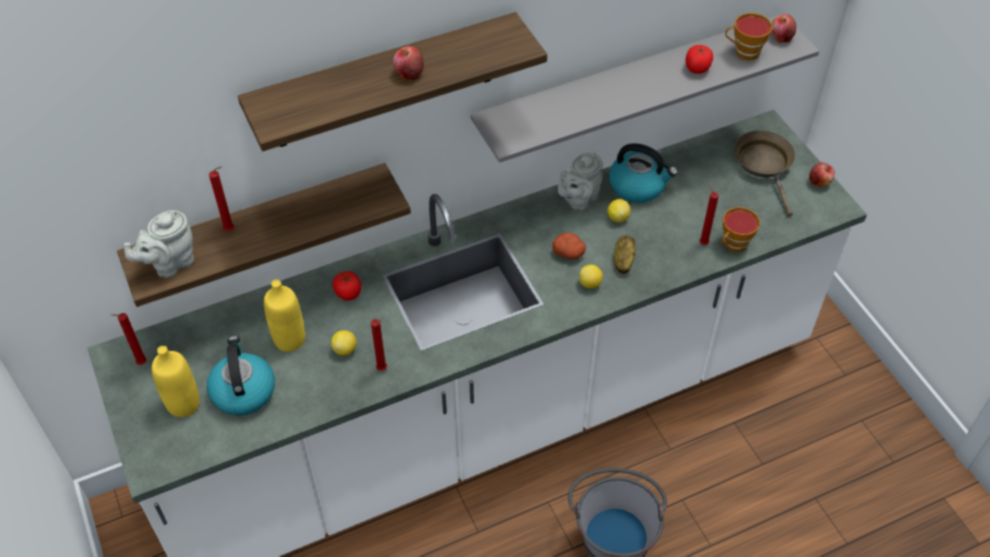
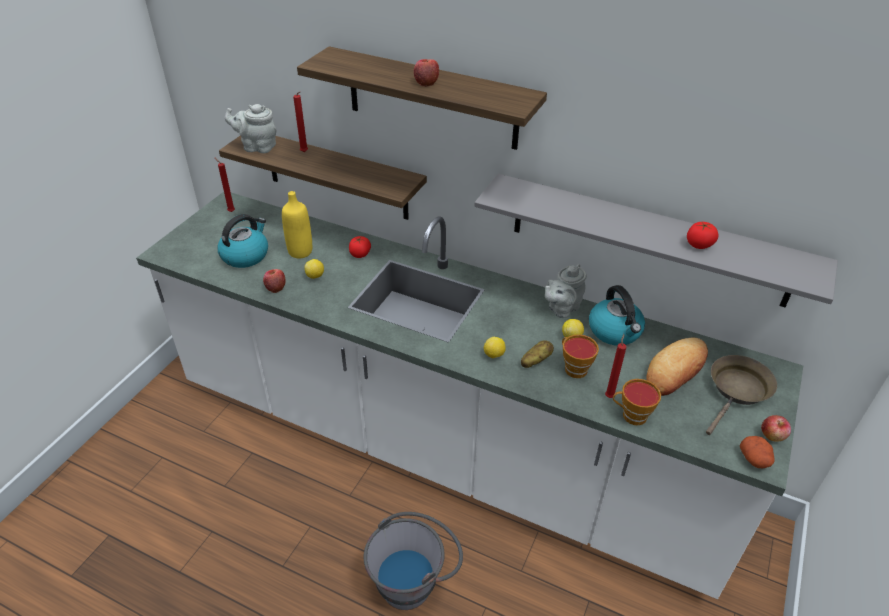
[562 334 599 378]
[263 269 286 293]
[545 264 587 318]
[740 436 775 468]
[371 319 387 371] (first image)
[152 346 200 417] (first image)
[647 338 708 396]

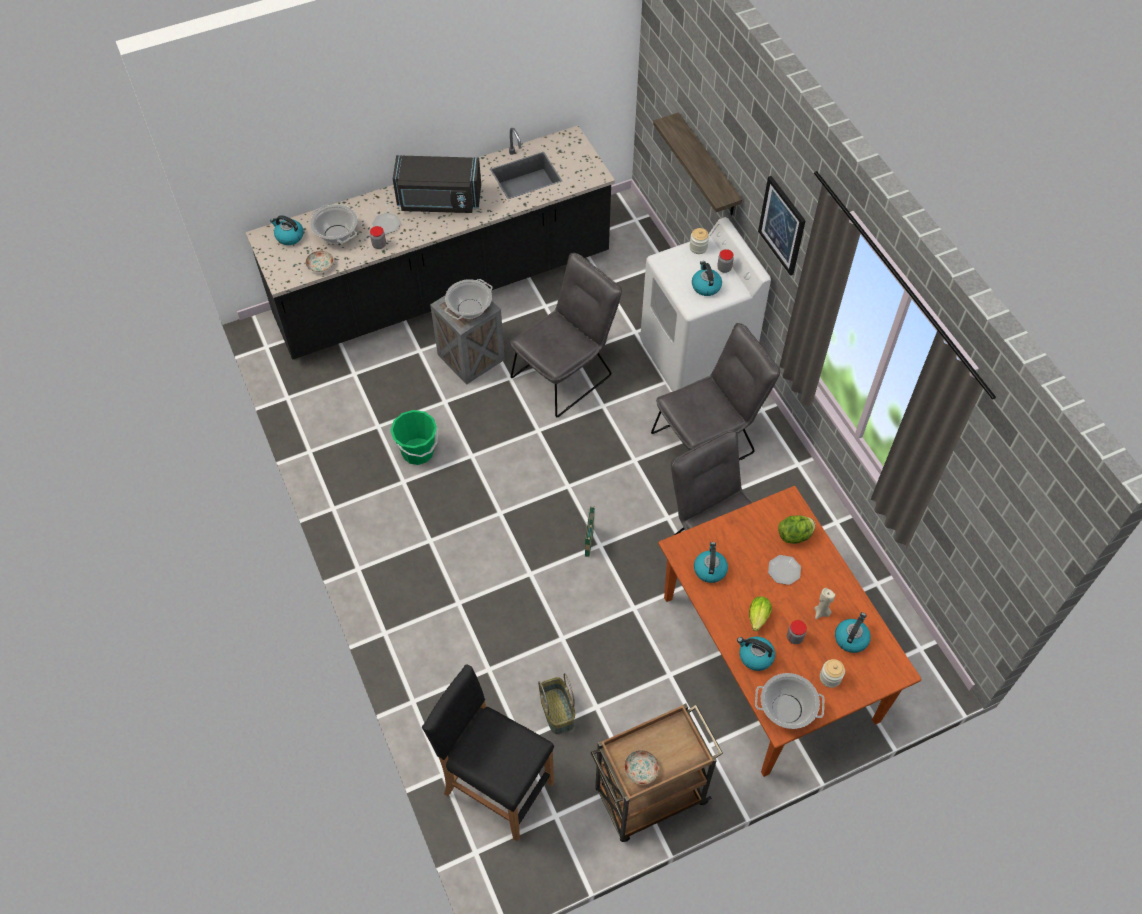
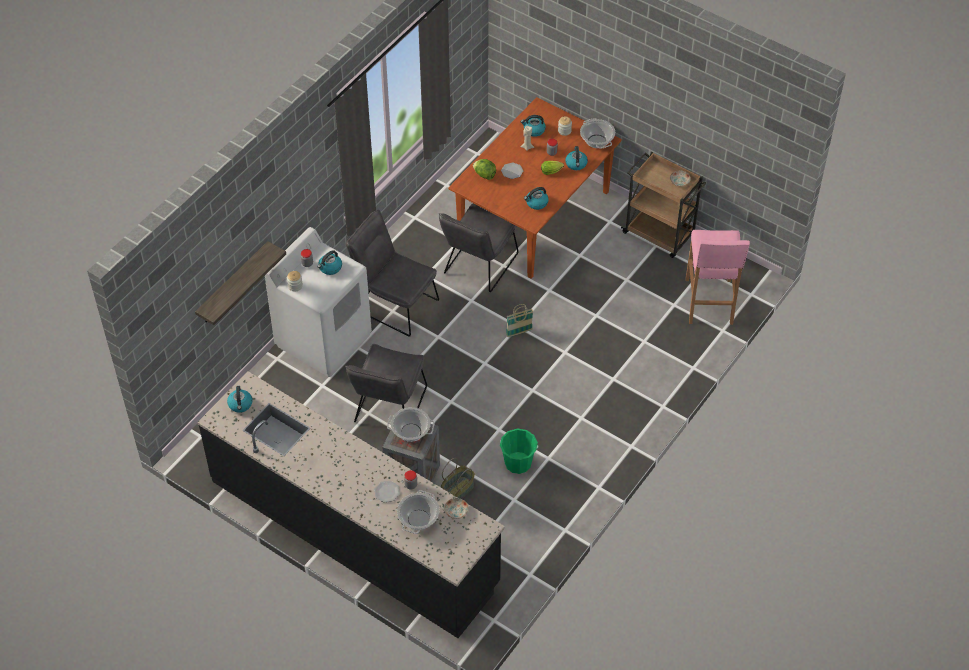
[393 155 481 213] (first image)
[758 176 806 276] (first image)
[227 386 253 413]
[345 344 427 422]
[685 230 750 325]
[441 458 475 499]

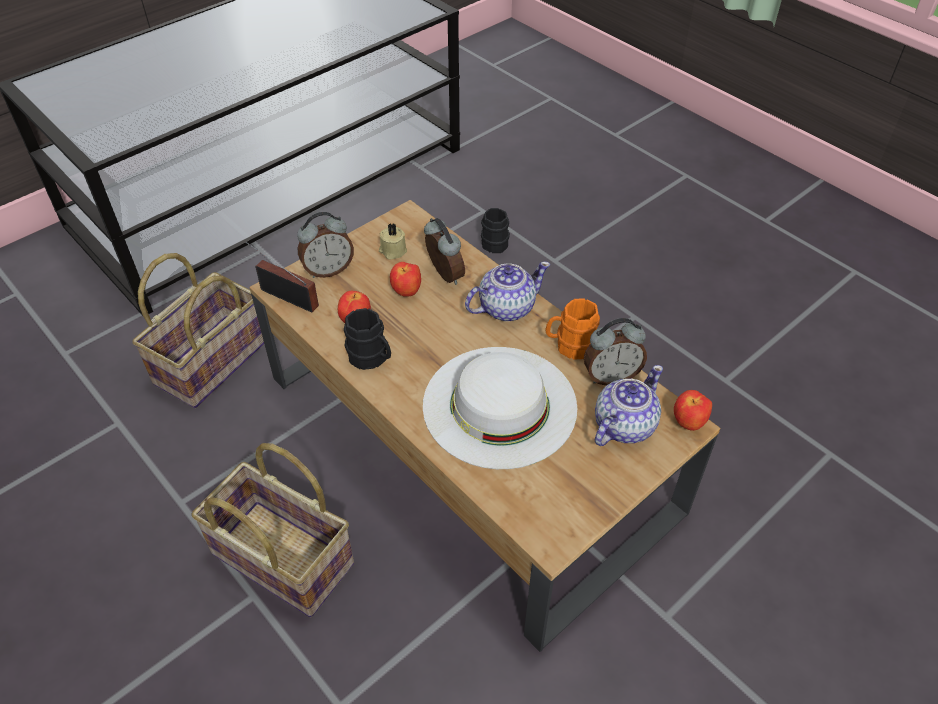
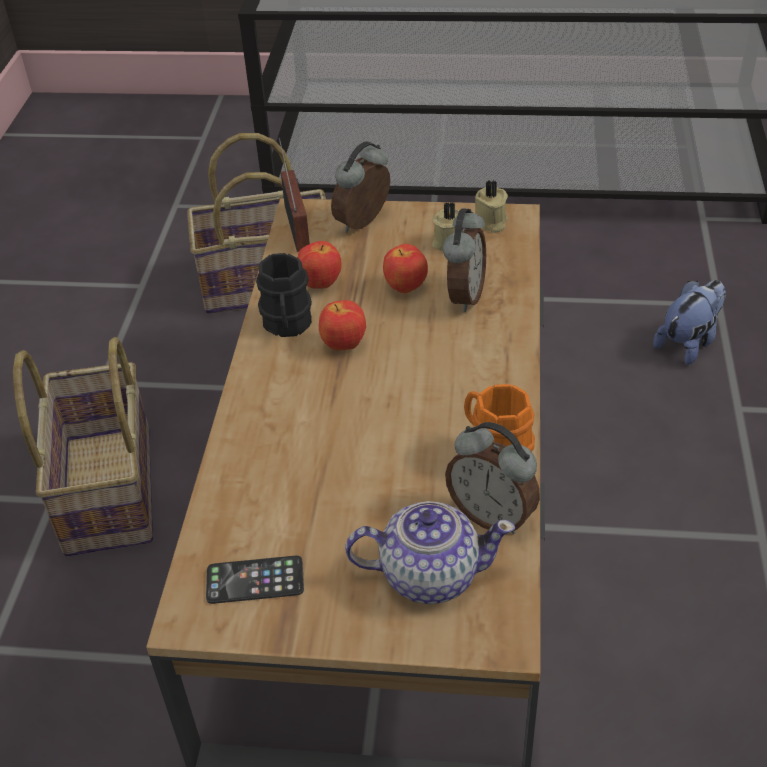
[653 280 726 365]
[331 141 390 233]
[465 261 550 321] (first image)
[423 347 577 469] (first image)
[319 300 366 351]
[475 180 508 233]
[206 556 304 604]

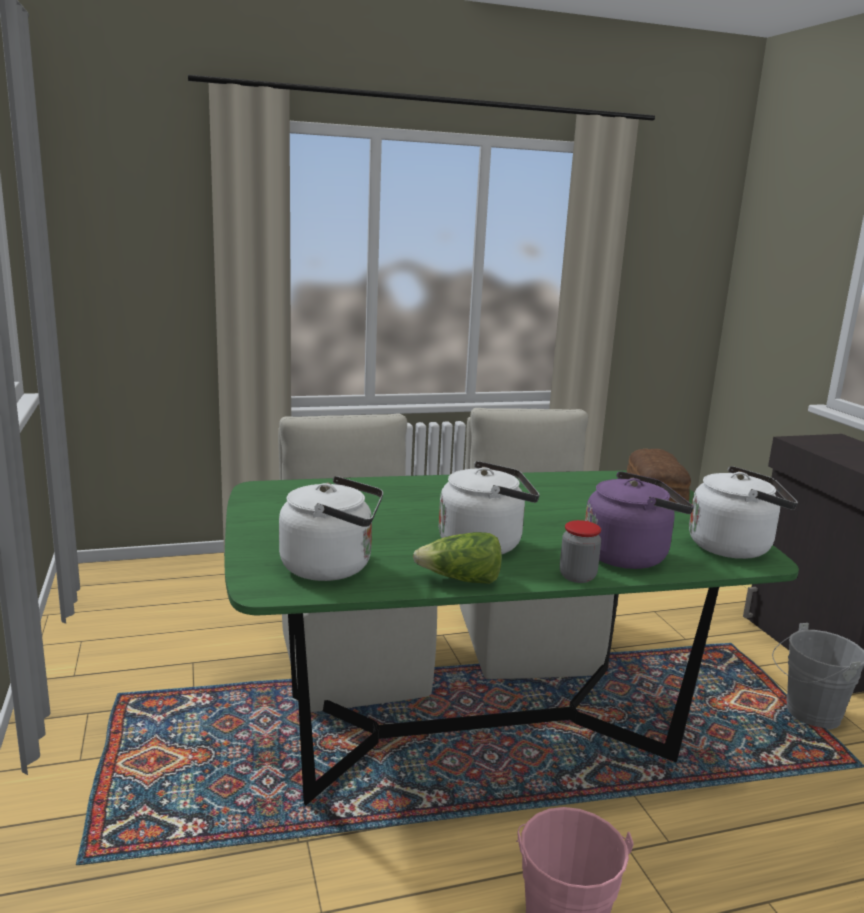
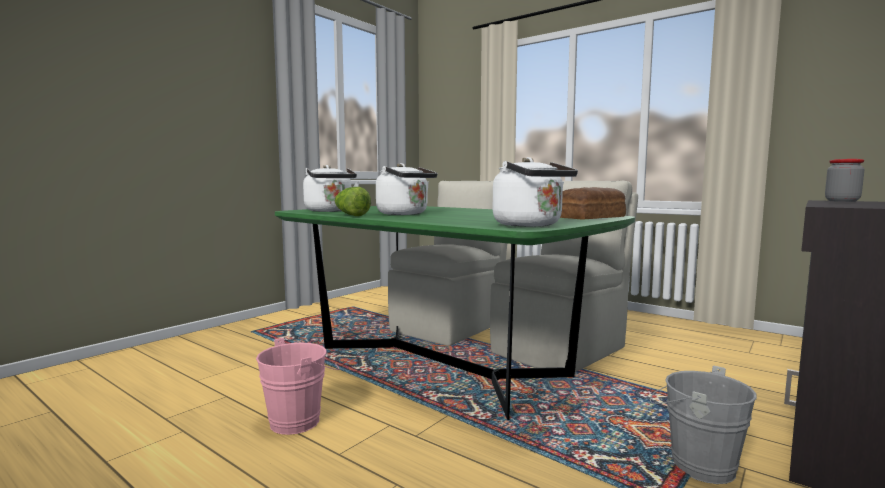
[585 471 694 569] (first image)
[825 159 865 202]

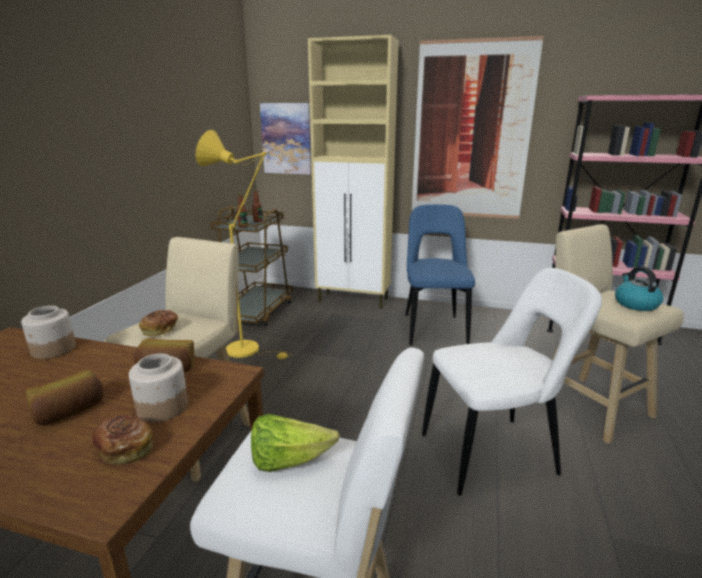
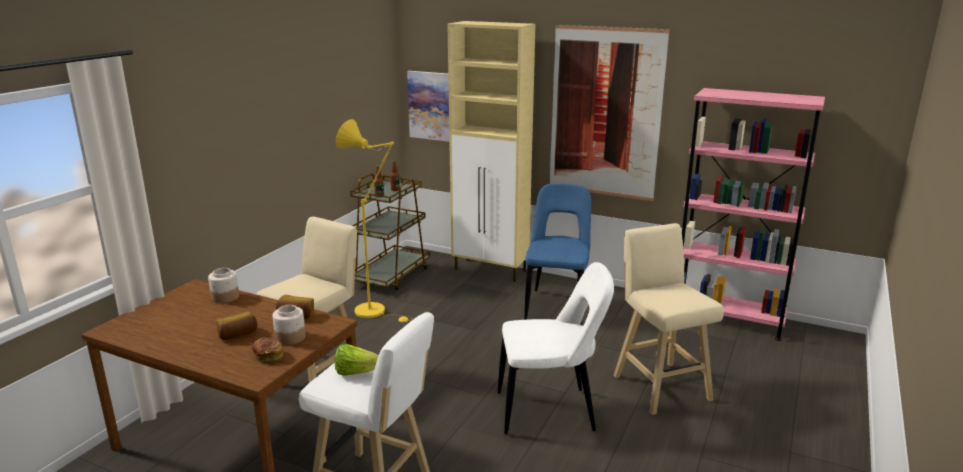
[615 267 663 311] (first image)
[139 310 178 336] (first image)

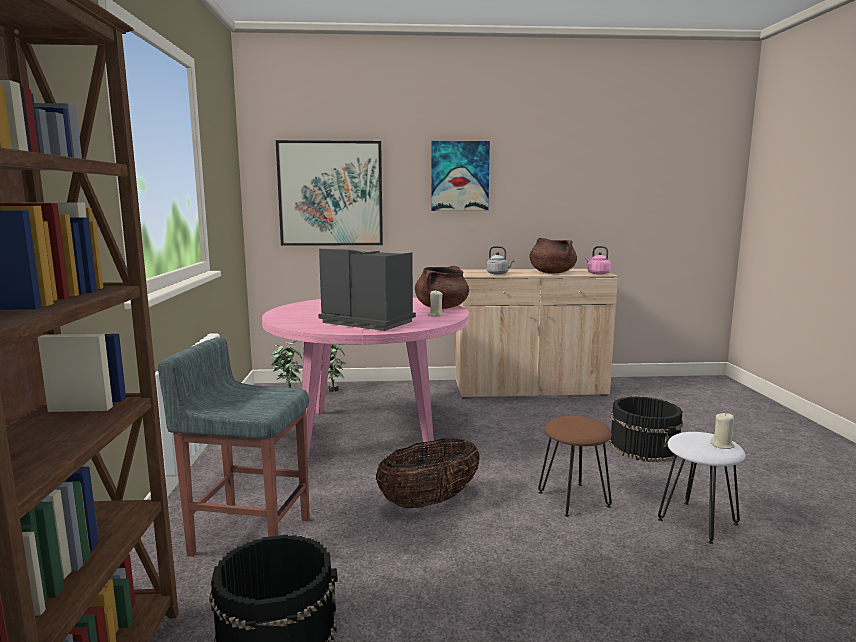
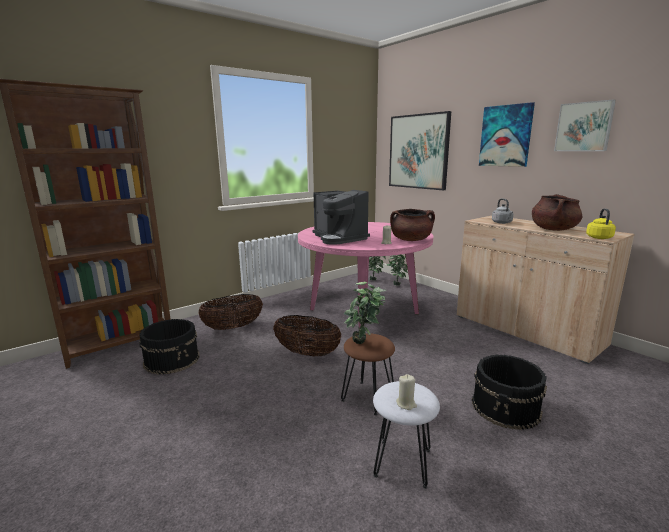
[586 208 616 239]
[313 190 370 245]
[198 294 263 330]
[554 99 616 151]
[344 282 387 344]

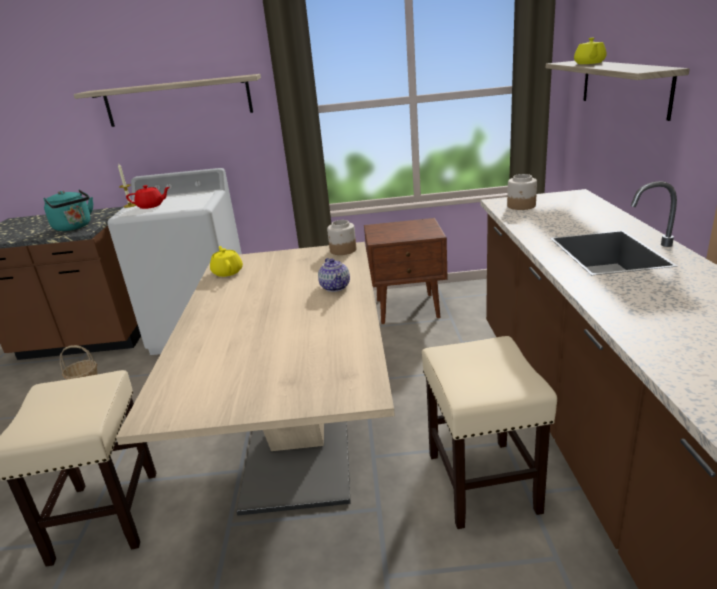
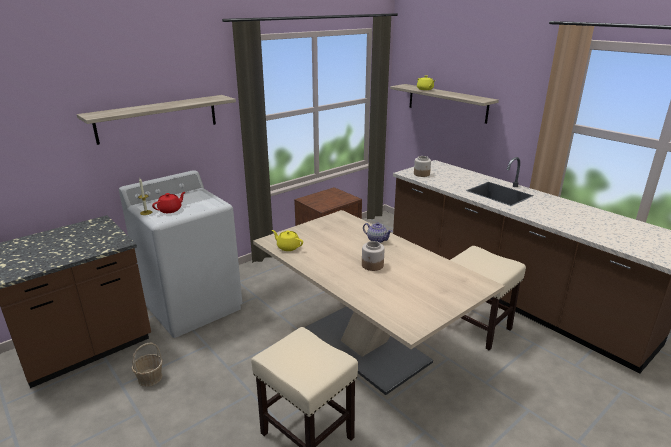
[43 189 93 231] (first image)
[362 241 385 271]

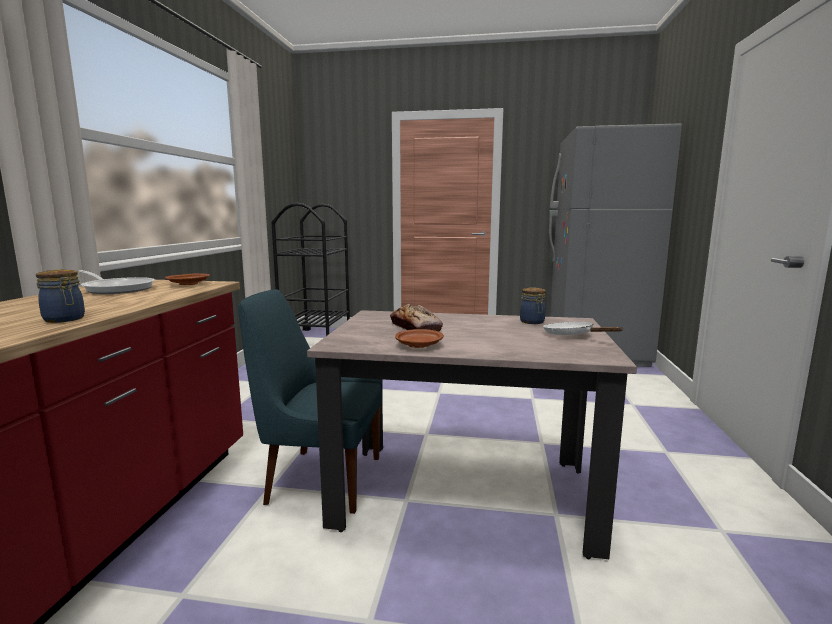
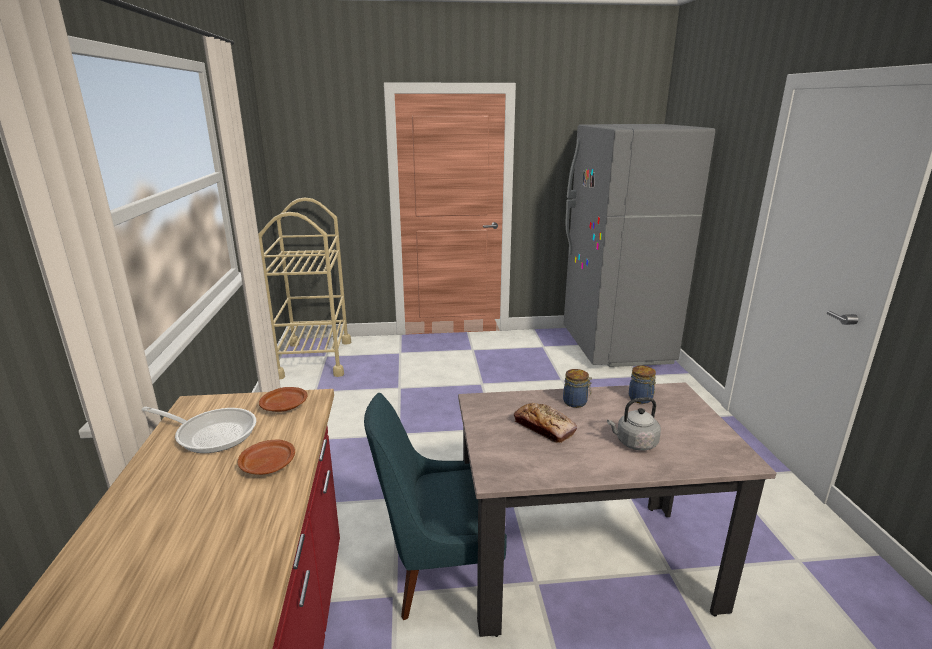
[258 198 351 380]
[563 369 592 408]
[543 322 623 335] (first image)
[238 439 295 475]
[607 397 661 451]

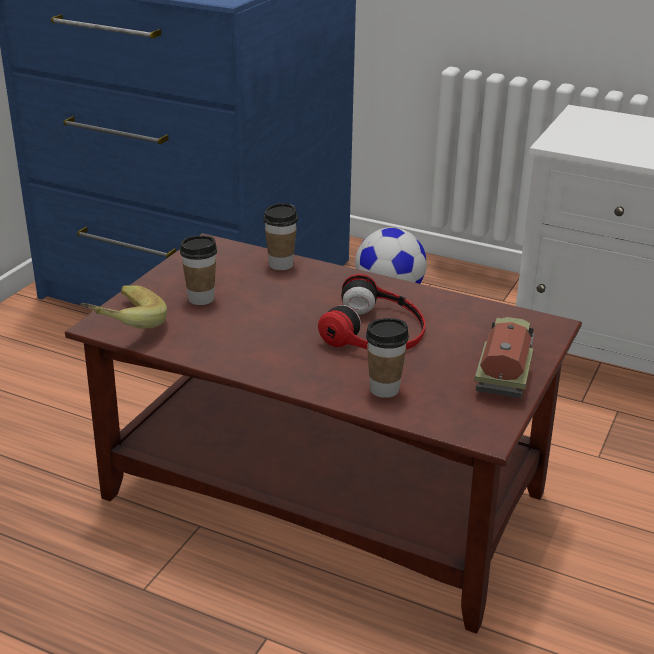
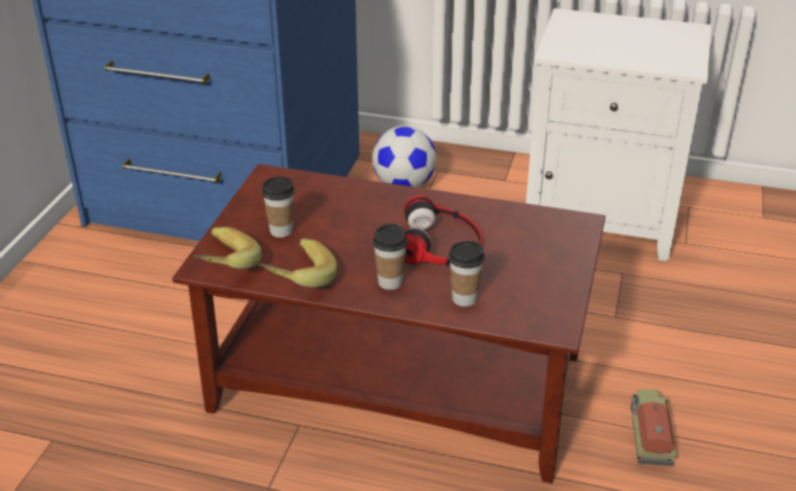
[373 224 408 290]
[631 389 677 466]
[258 239 337 288]

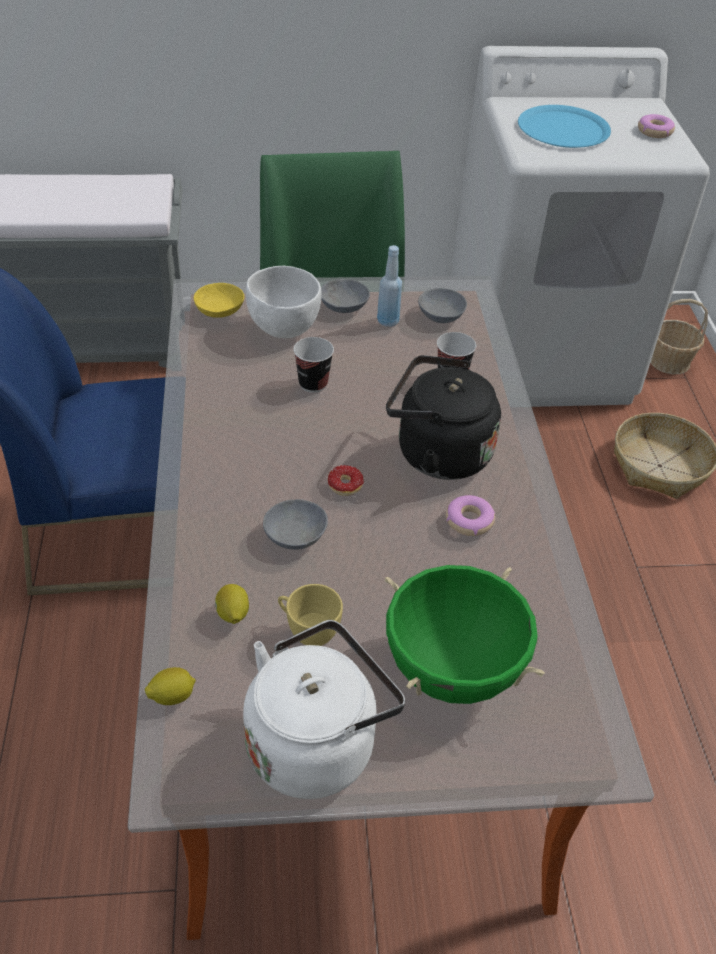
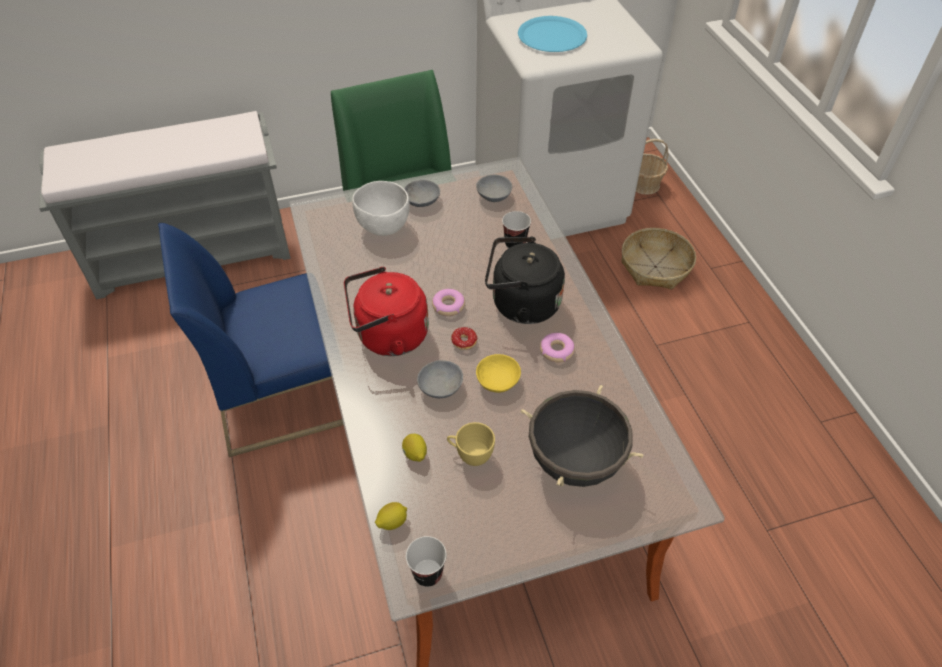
[432 289 465 316]
[377 245 402 327] (first image)
[476 354 521 393]
[406 536 447 587]
[521 385 643 487]
[243 620 405 799] (first image)
[344 267 429 356]

